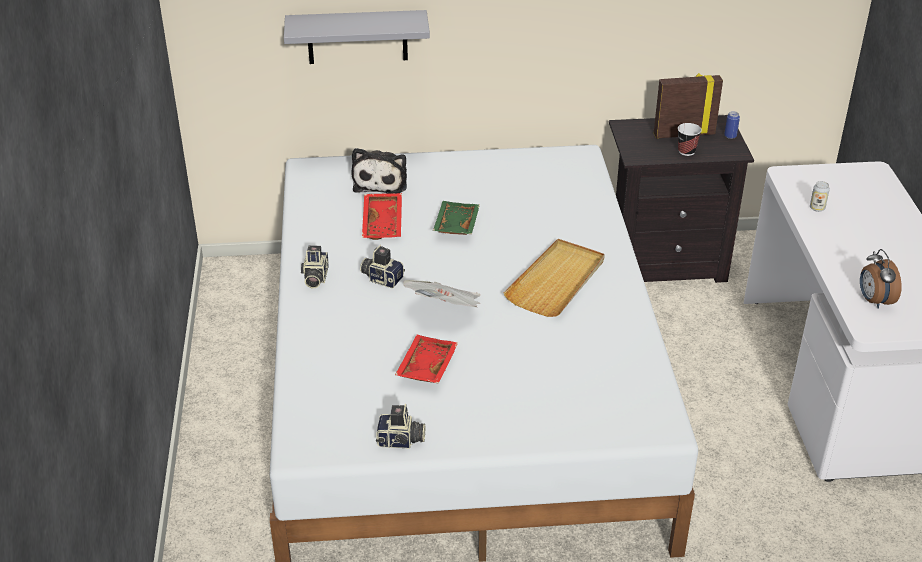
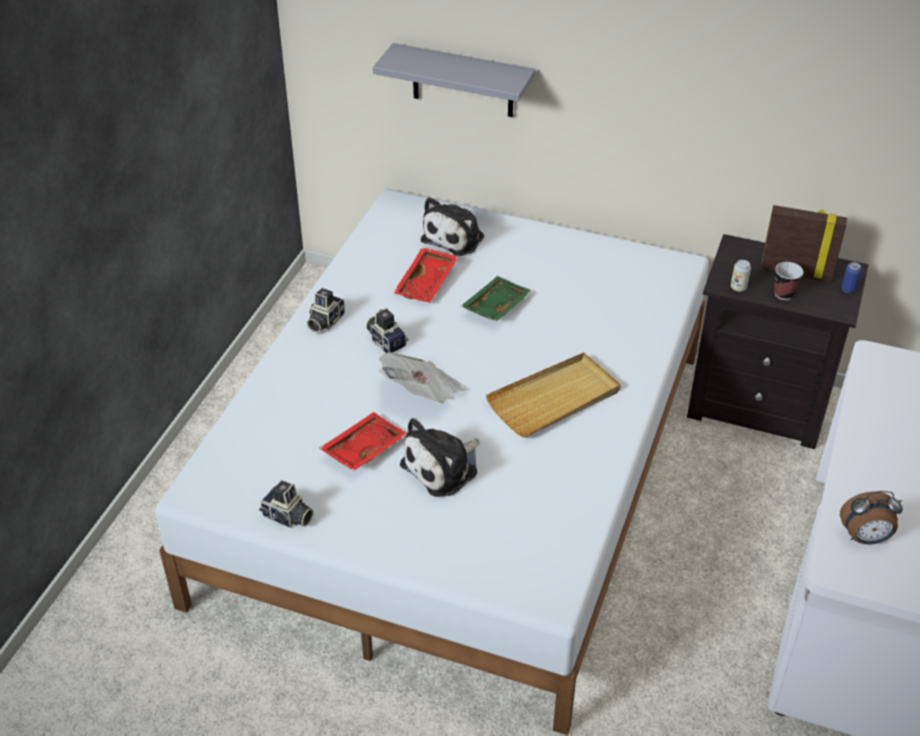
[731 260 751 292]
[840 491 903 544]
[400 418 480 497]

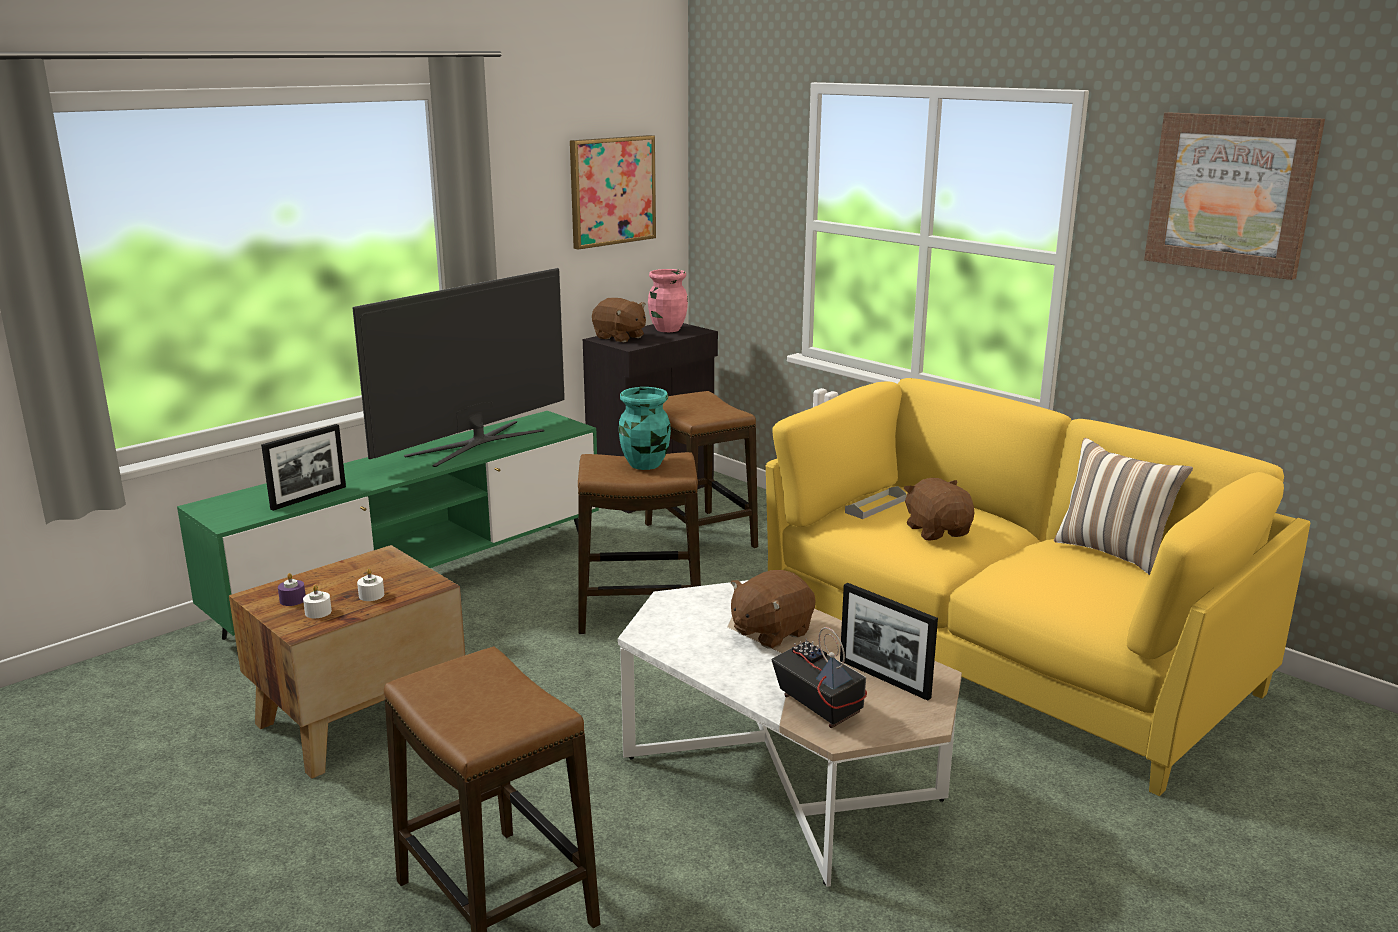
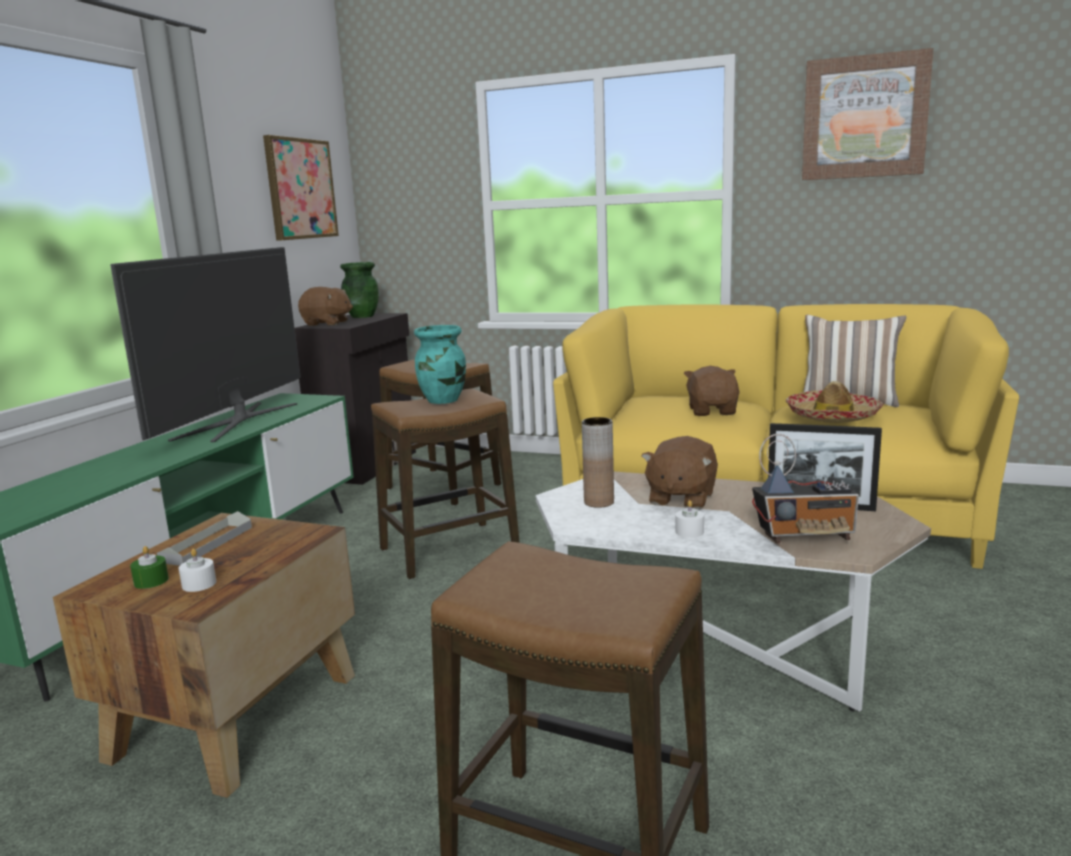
[340 262 379 318]
[261 424 346 511] (first image)
[684 366 740 416]
[157 511 252 566]
[675 500 704 538]
[130 546 169 589]
[752 434 859 543]
[786 381 884 423]
[582 417 614 508]

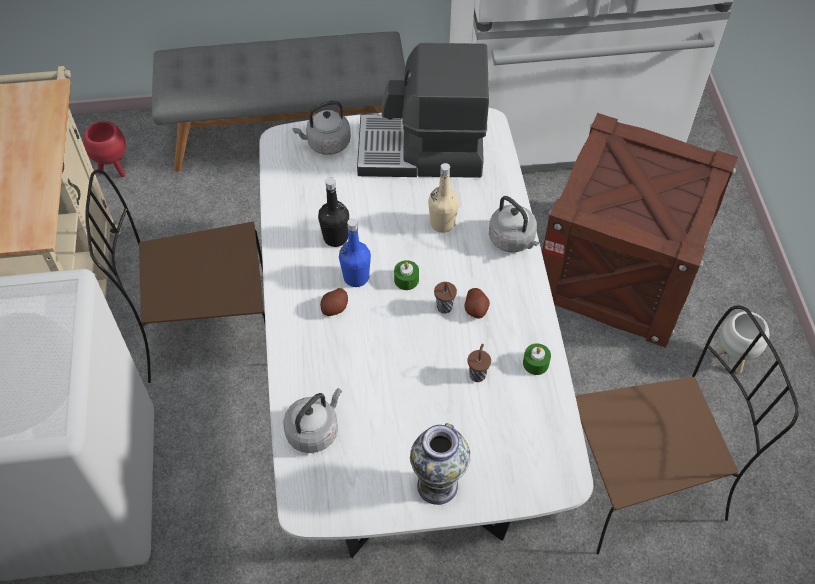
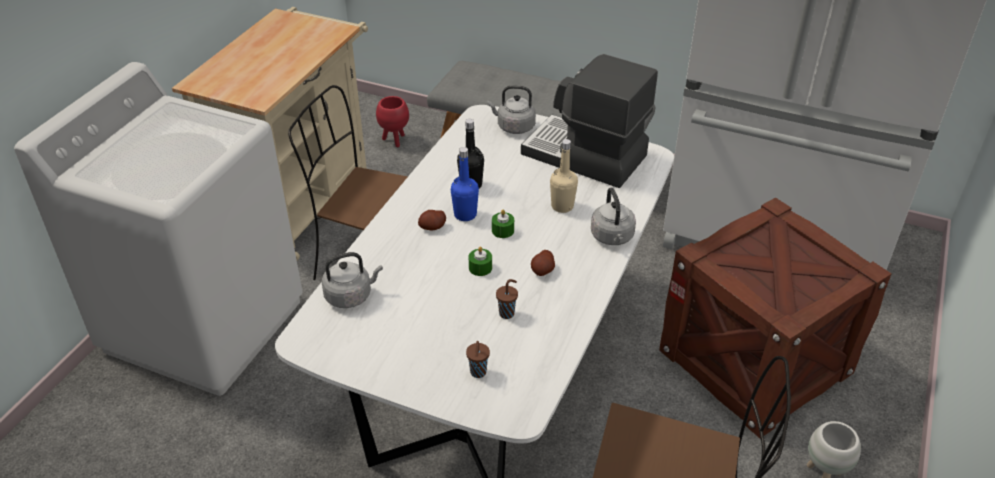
[466 341 490 378]
[469 247 492 276]
[410 423 471 505] (first image)

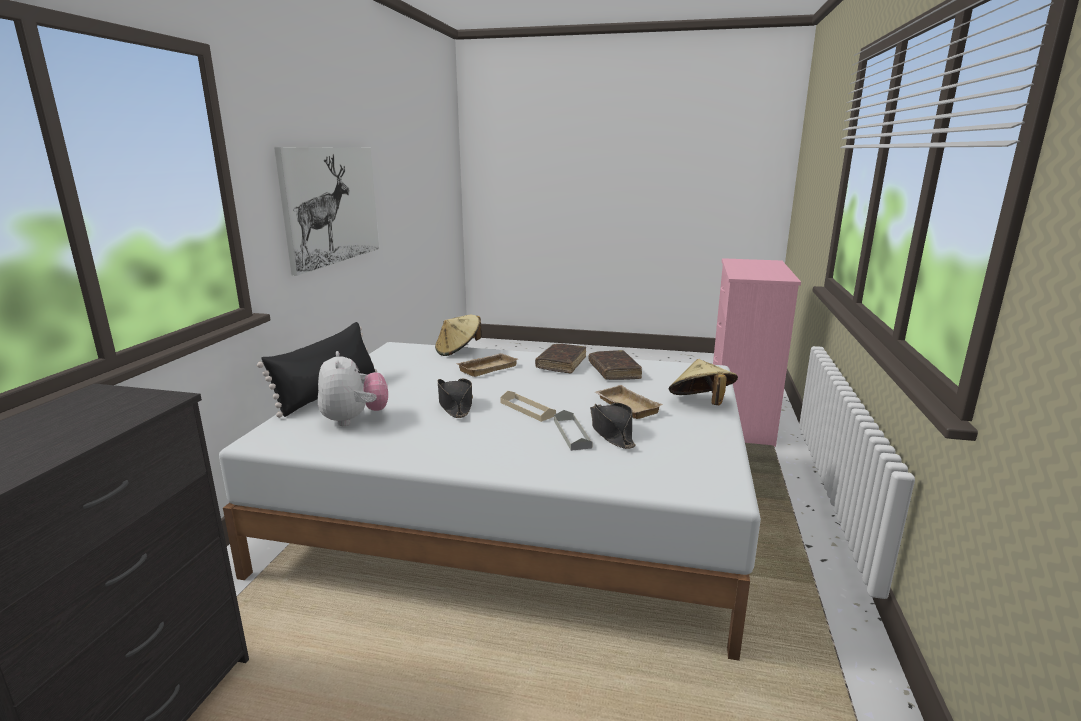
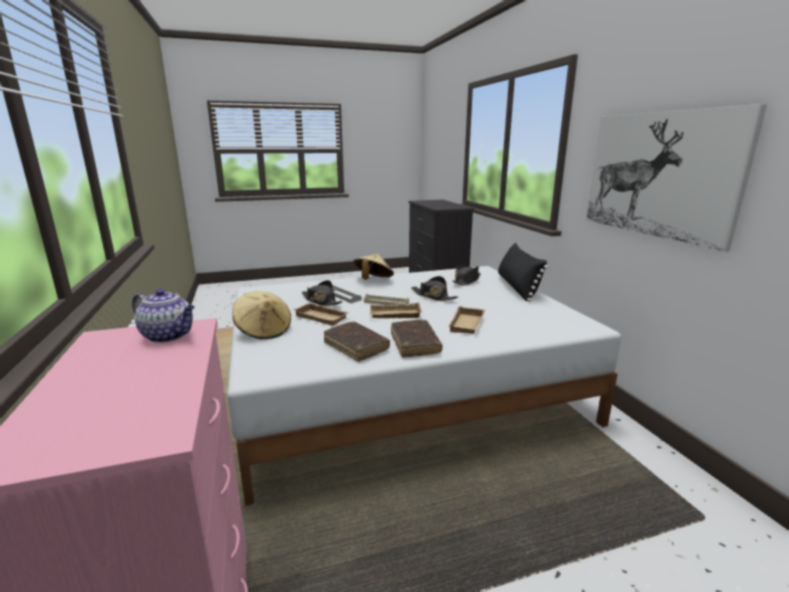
[353 254 394 280]
[453 265 481 285]
[132 288 195 343]
[370 302 422 318]

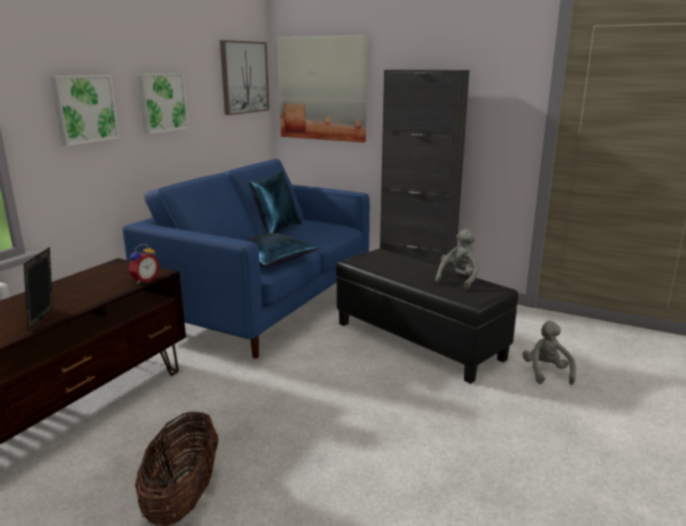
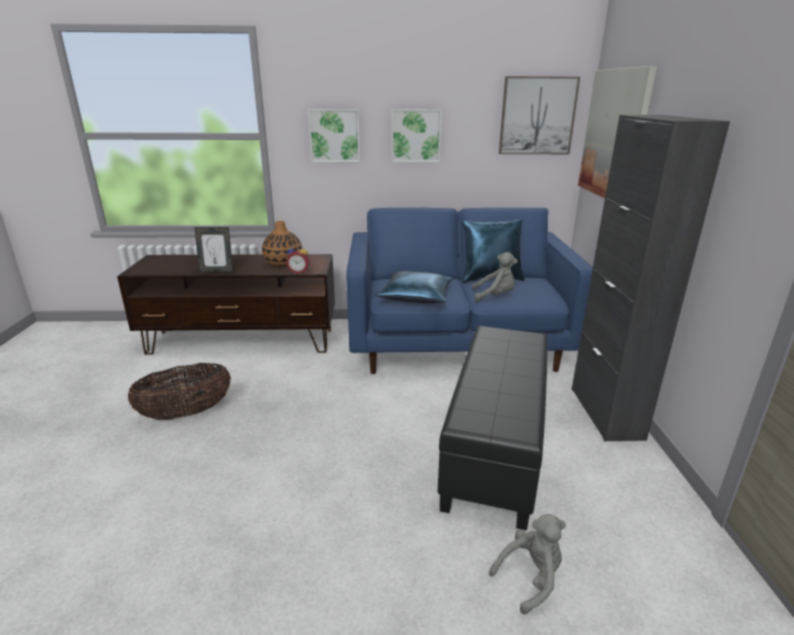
[472 252 518 302]
[194 227 233 273]
[262 221 302 267]

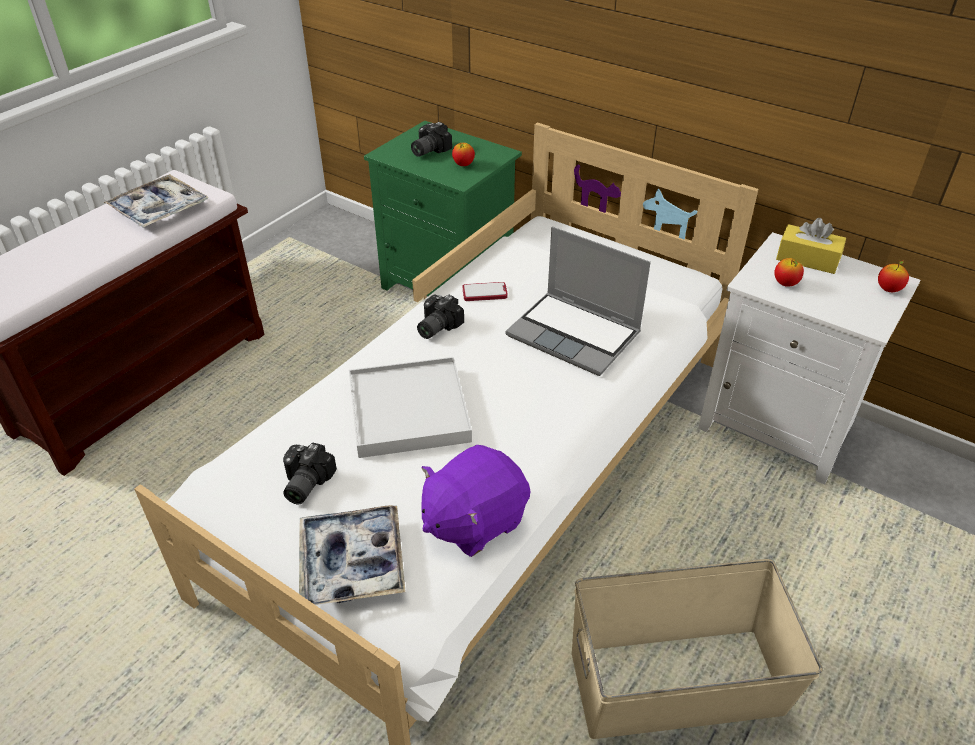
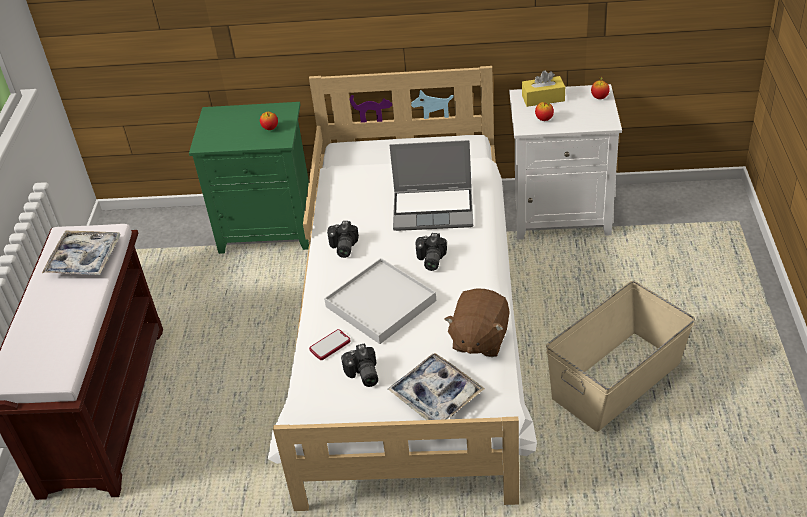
[415 233 447 271]
[309 329 351 360]
[444 289 510 357]

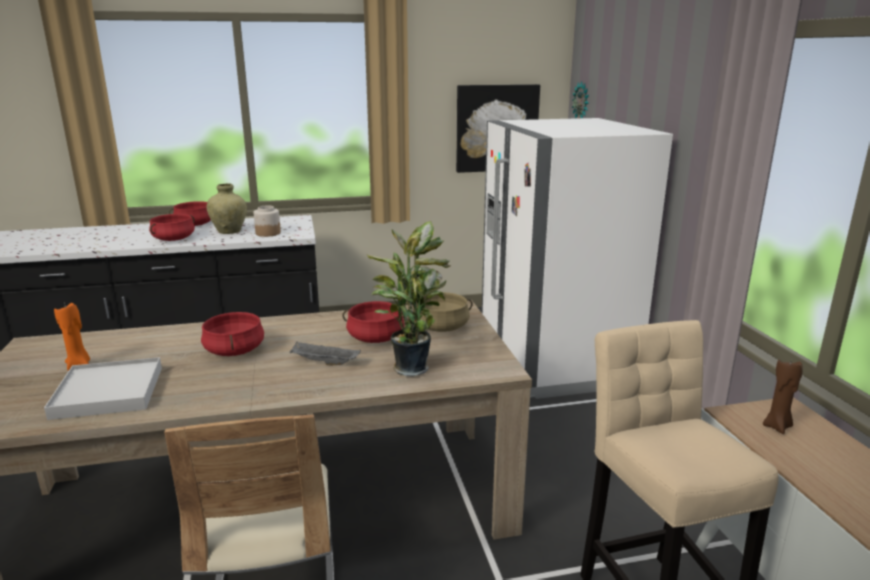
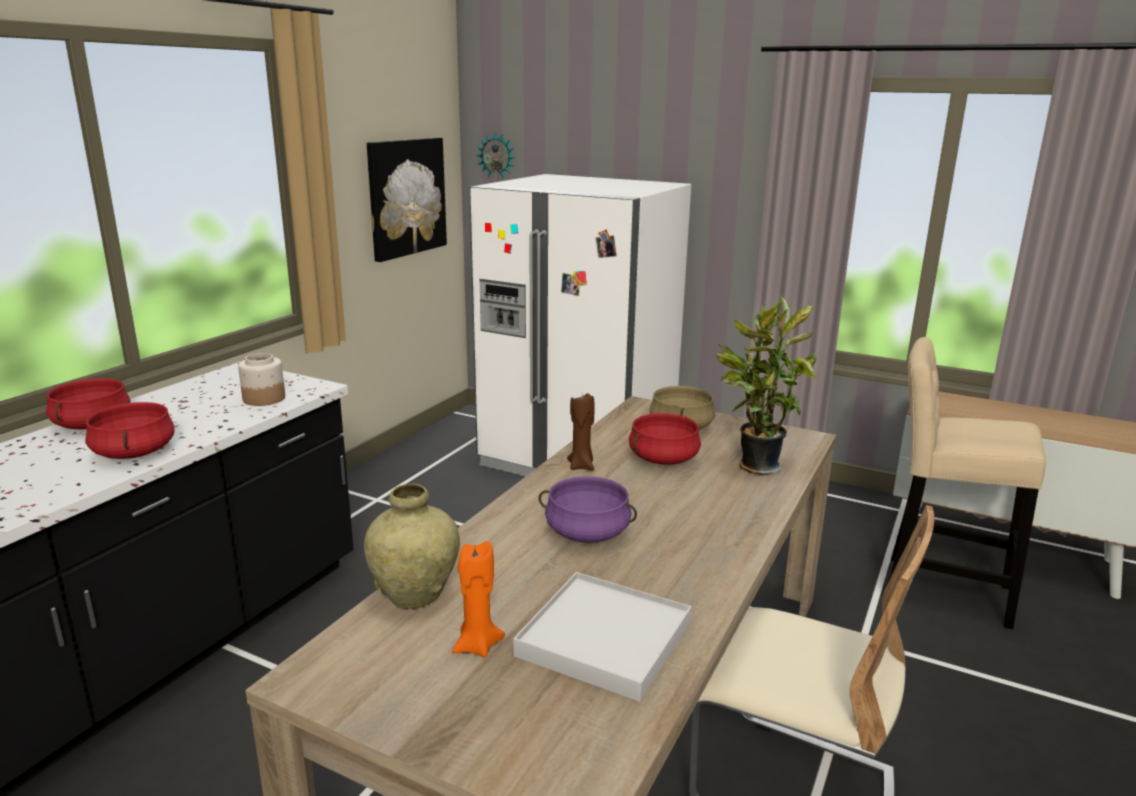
[364 484 460 609]
[539 476 637 543]
[289 342 361 365] (first image)
[567 392 595 471]

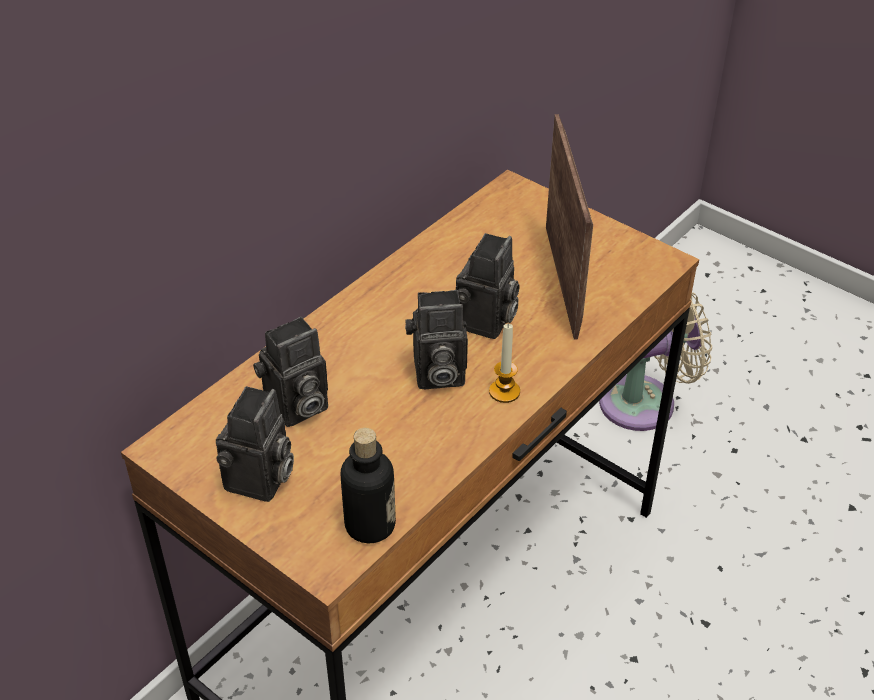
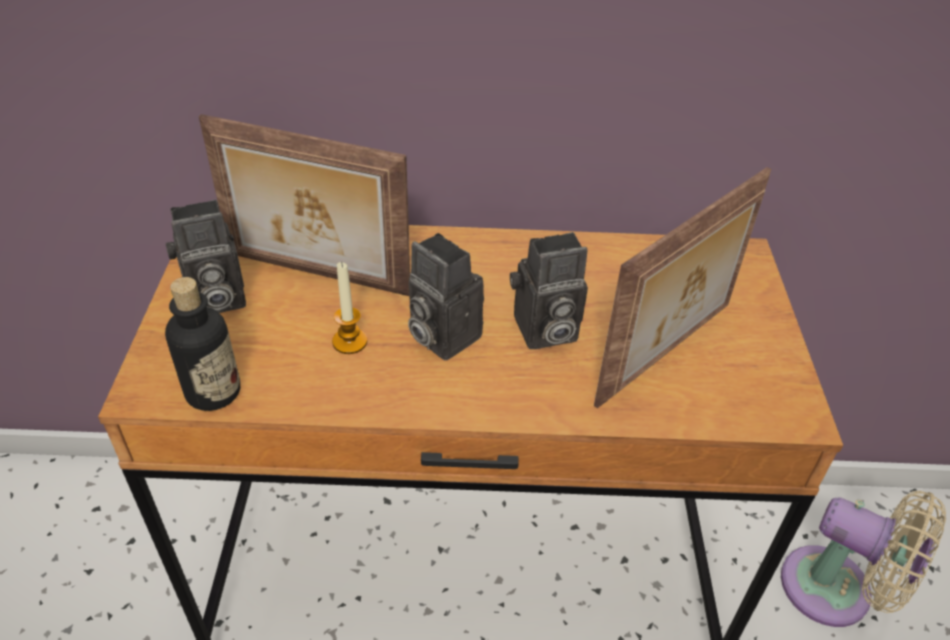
[199 114 410 296]
[332 262 367 354]

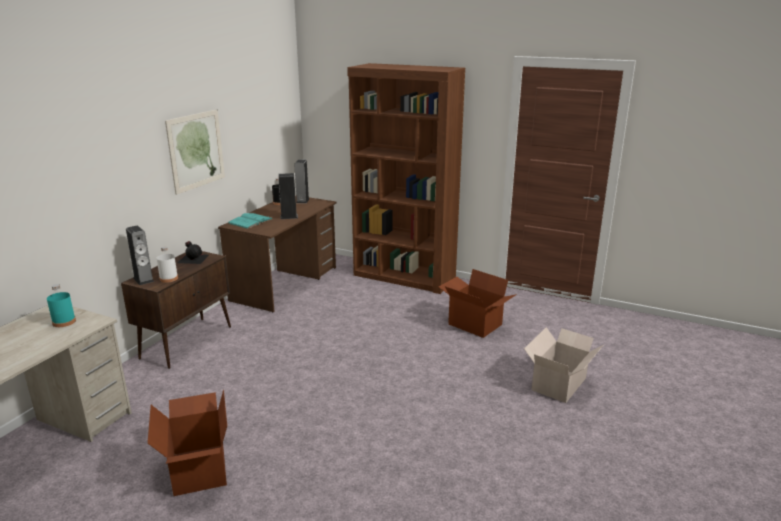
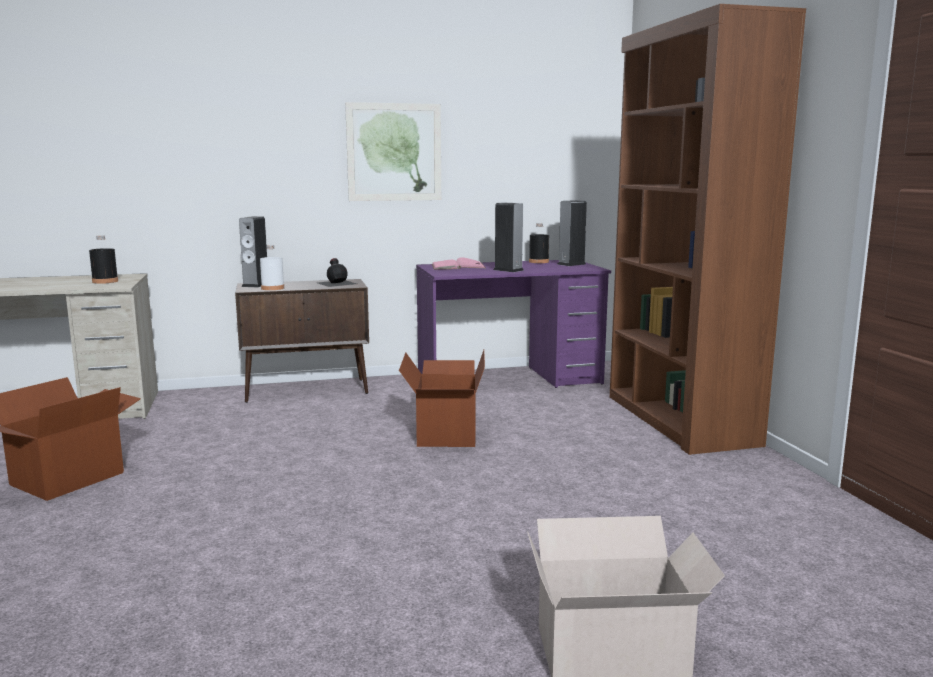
[416 260 611 388]
[432 257 486 269]
[399 350 485 447]
[89 235 118 284]

